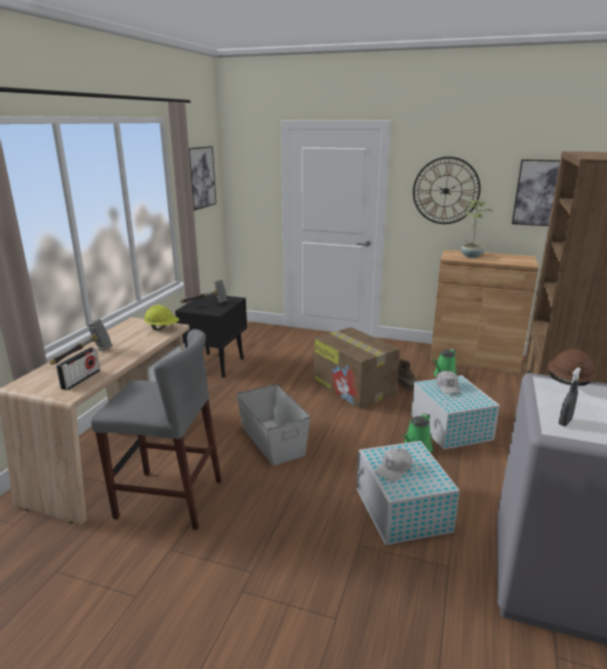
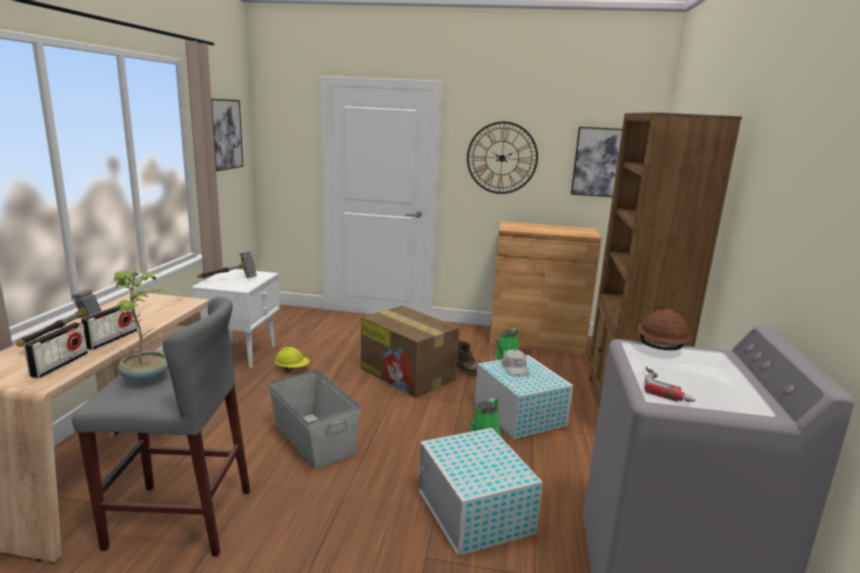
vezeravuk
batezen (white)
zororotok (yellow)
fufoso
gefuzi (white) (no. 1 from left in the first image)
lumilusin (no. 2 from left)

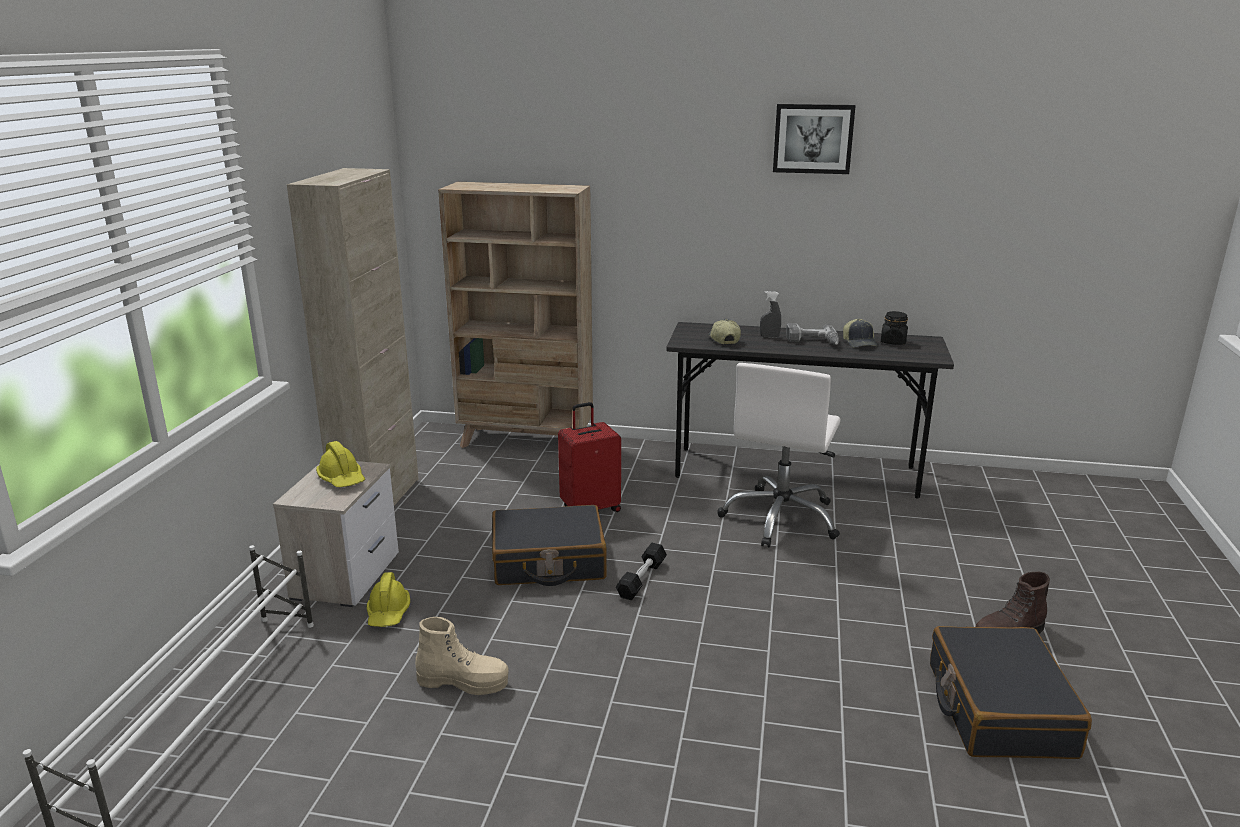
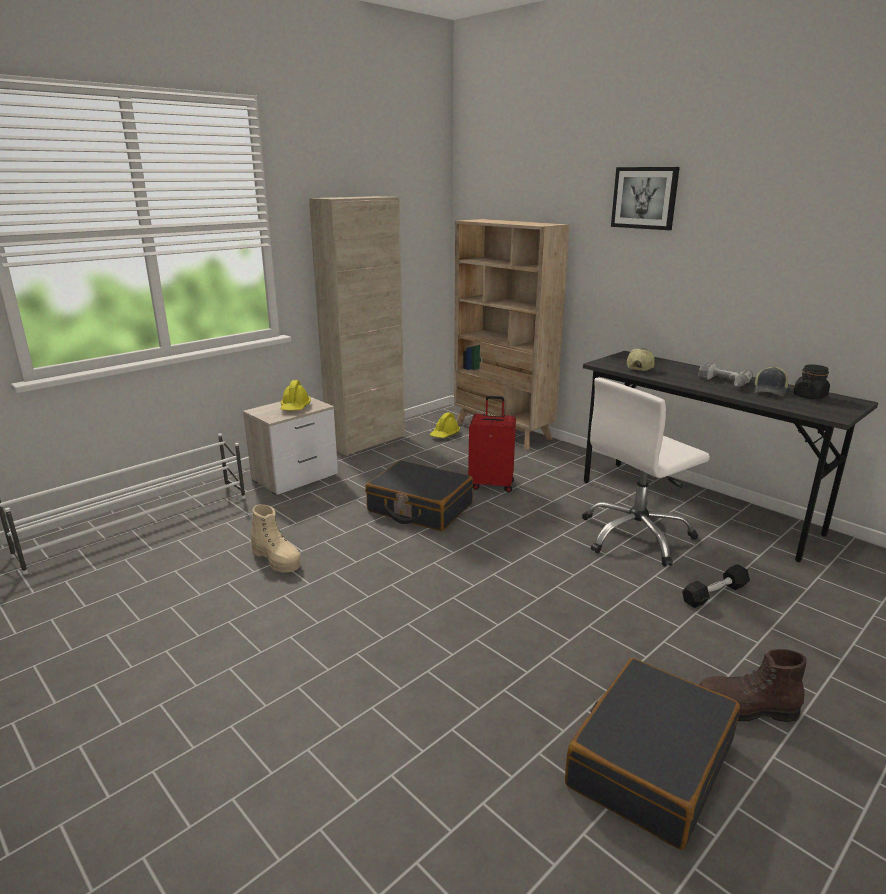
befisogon
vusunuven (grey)
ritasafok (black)
zororotok (yellow) (no. 2 from left)

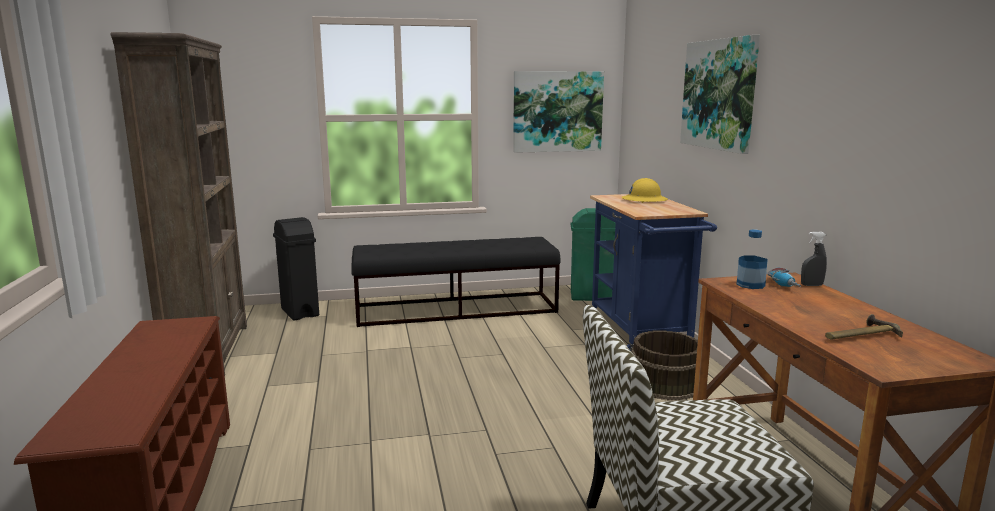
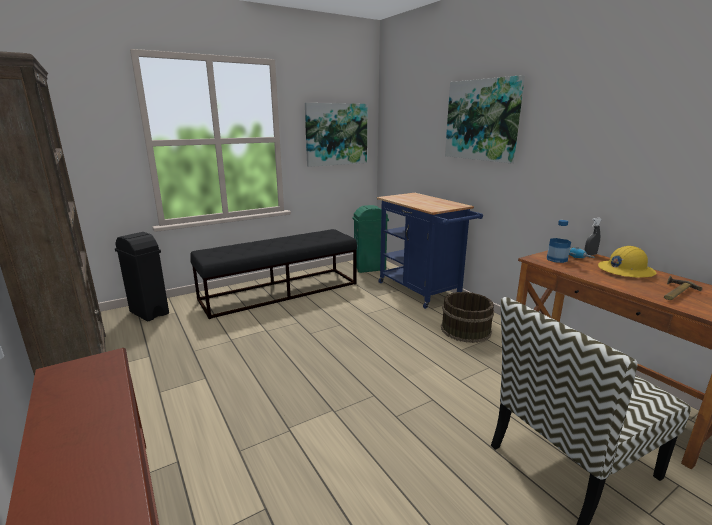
zororotok (yellow)

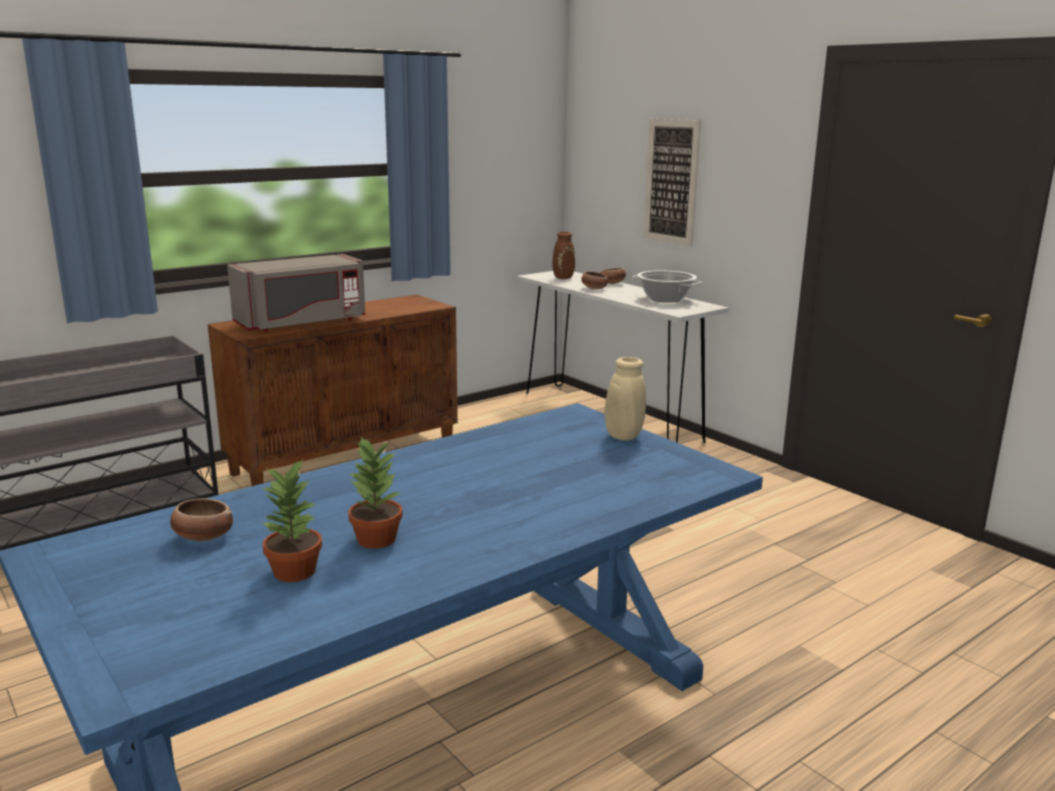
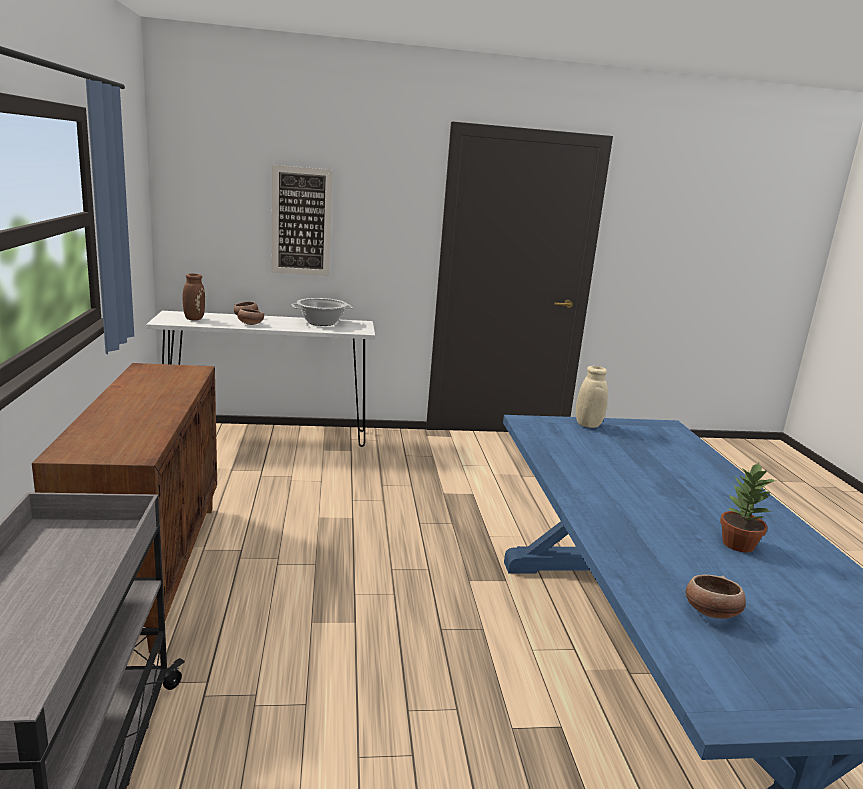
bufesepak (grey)
vezeravuk (no. 1 from left in the first image)

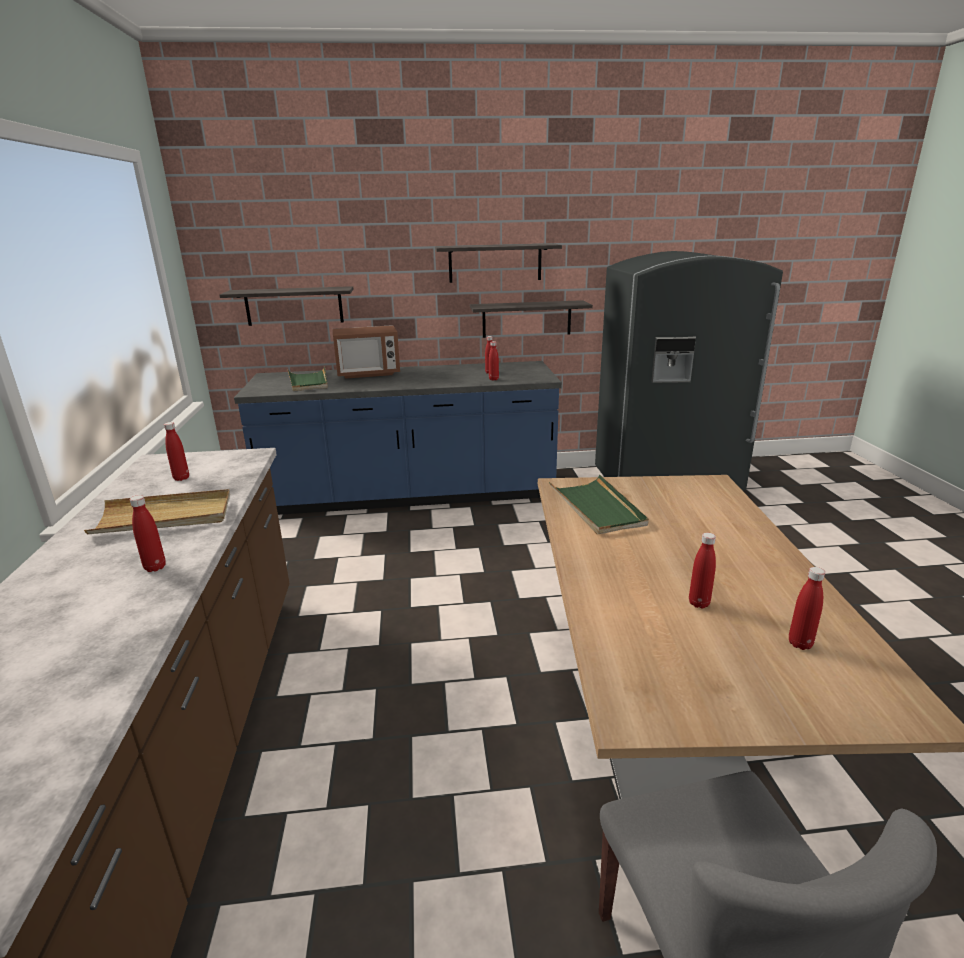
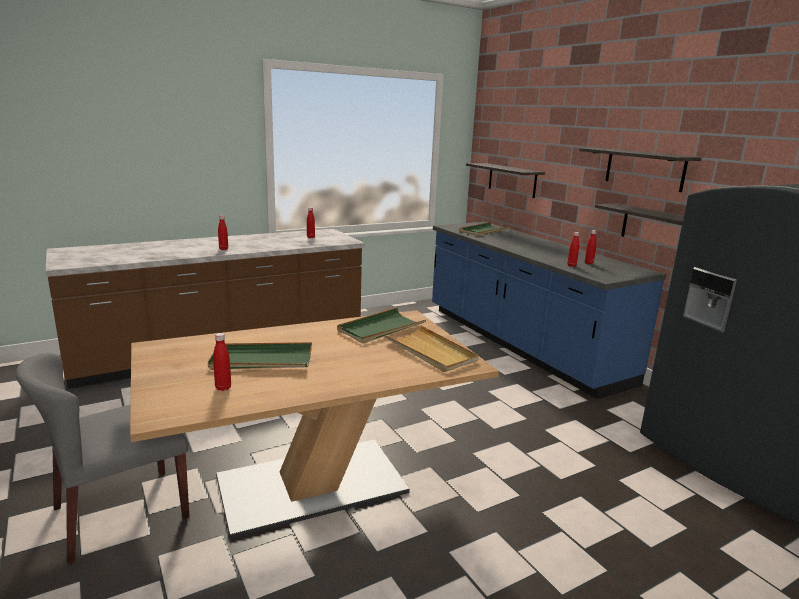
bufesepak
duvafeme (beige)
duvafeme (green) (no. 1 from left)

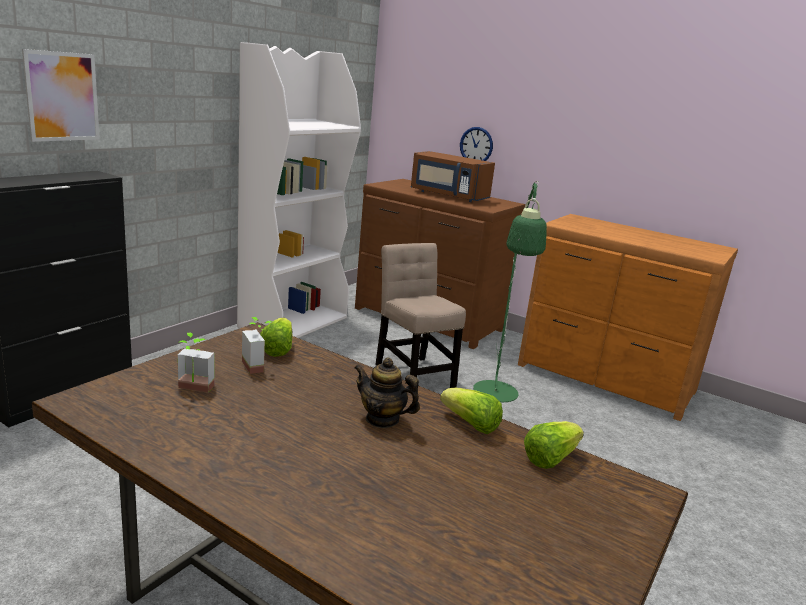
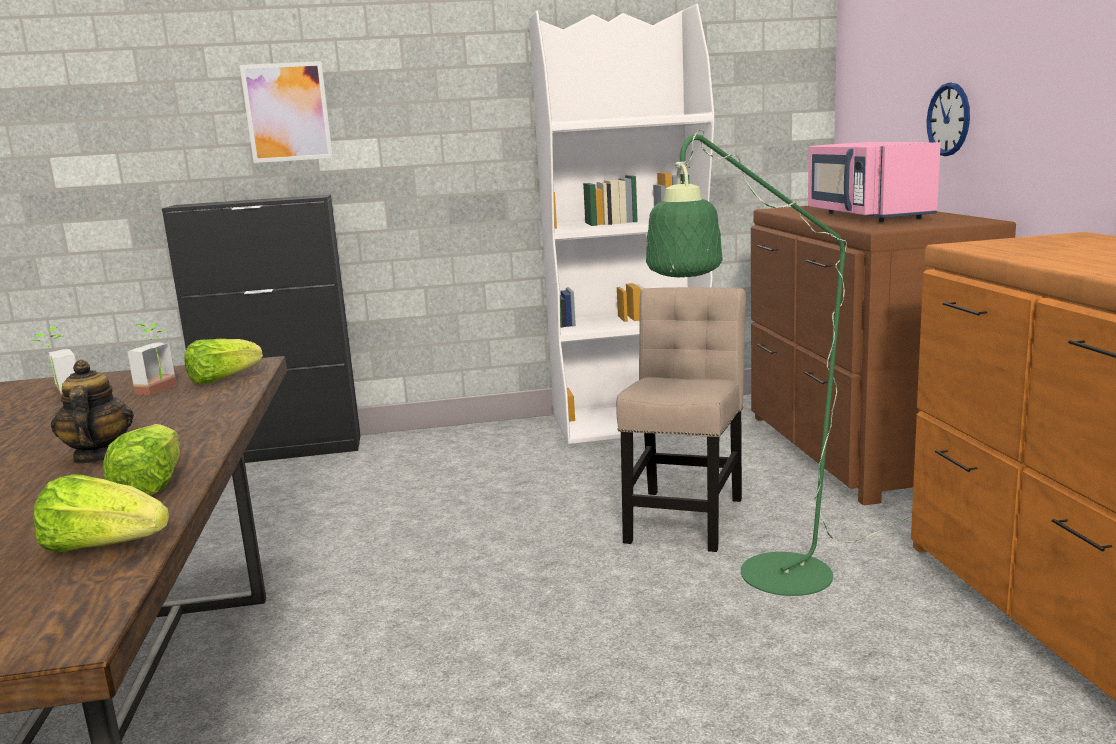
bufesepak (pink)

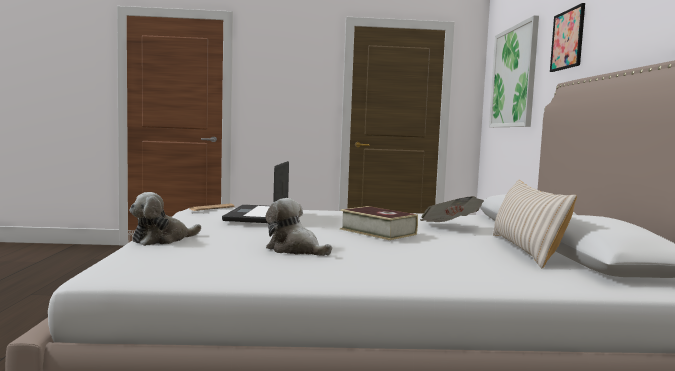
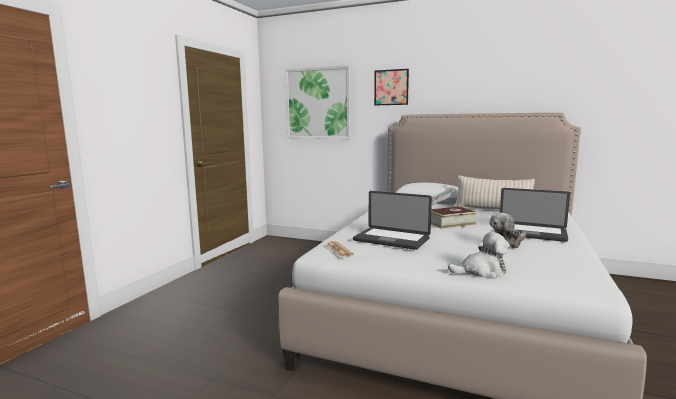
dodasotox (no. 1 from left)
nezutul (no. 2 from left)

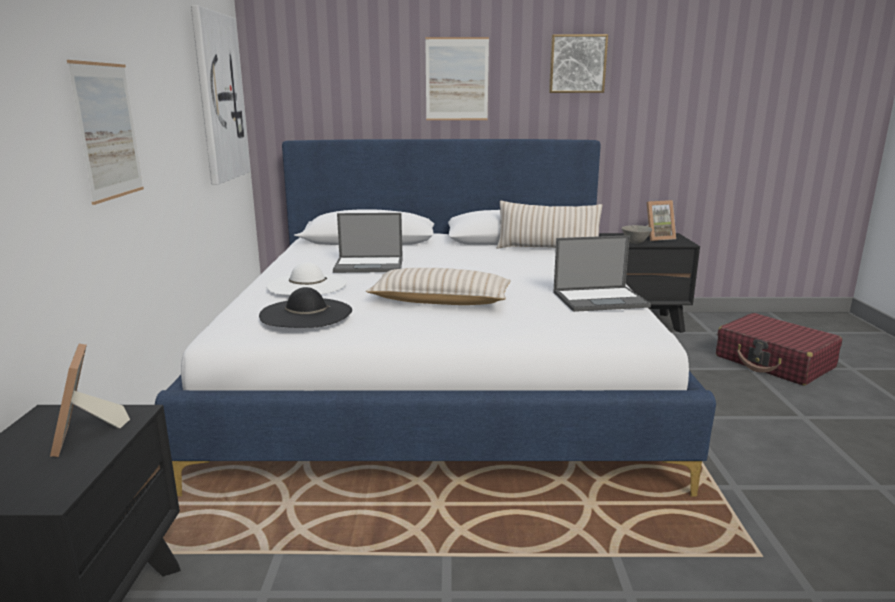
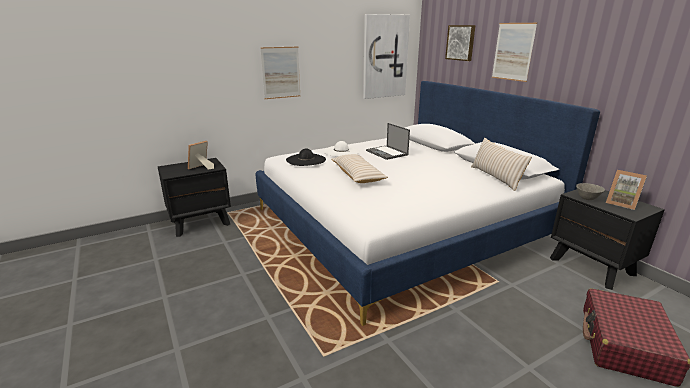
befisogon (no. 3 from left)
nezutul (no. 2 from left in the first image)

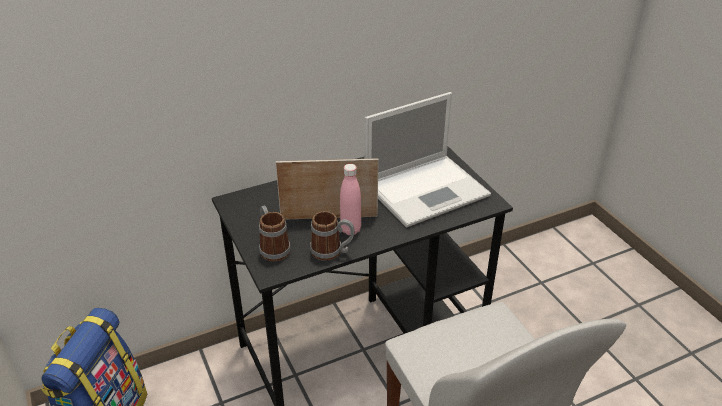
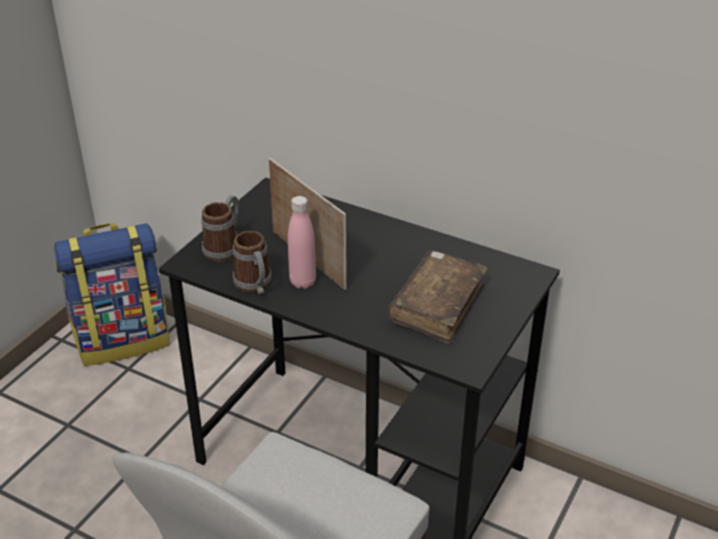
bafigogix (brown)

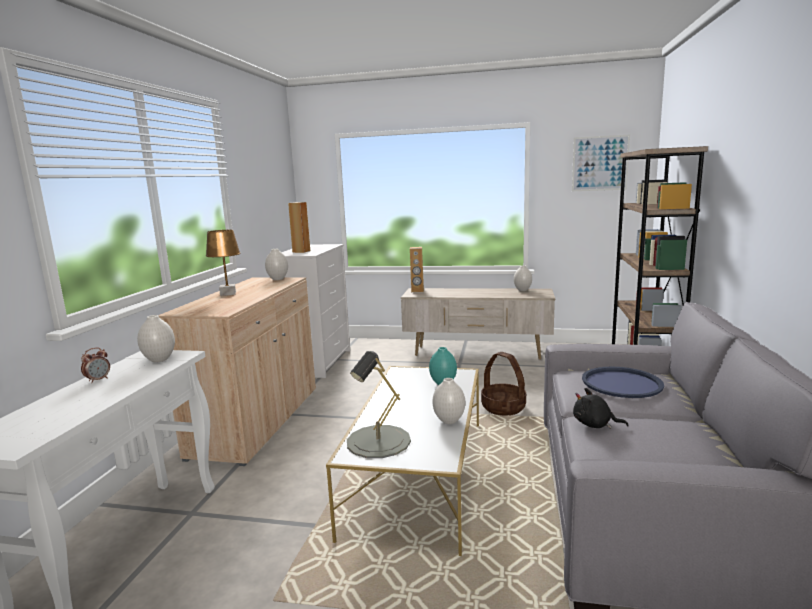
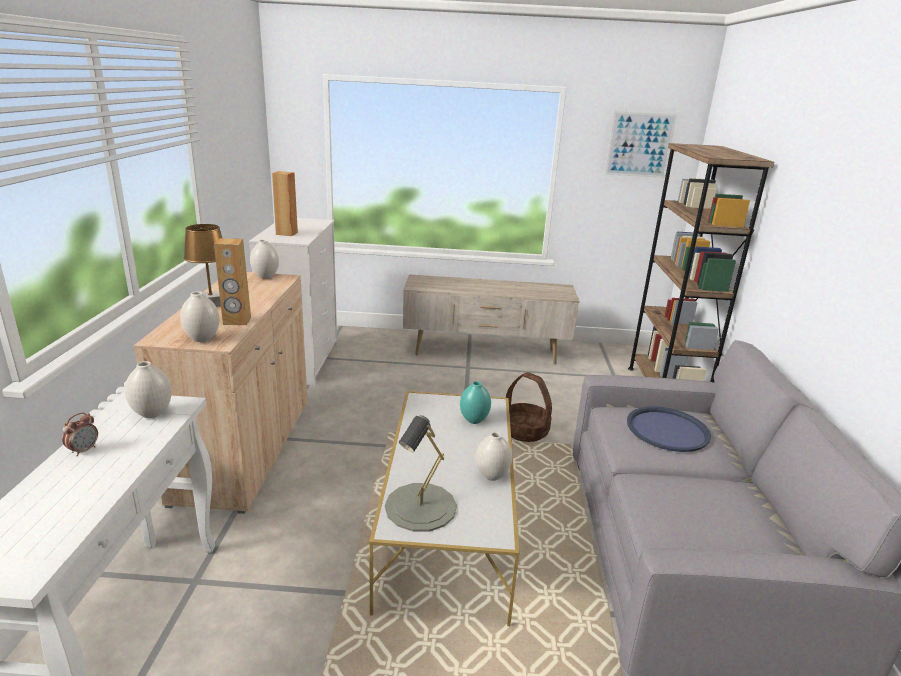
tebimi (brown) (no. 1 from left)
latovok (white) (no. 2 from left)
dodasotox (black)

